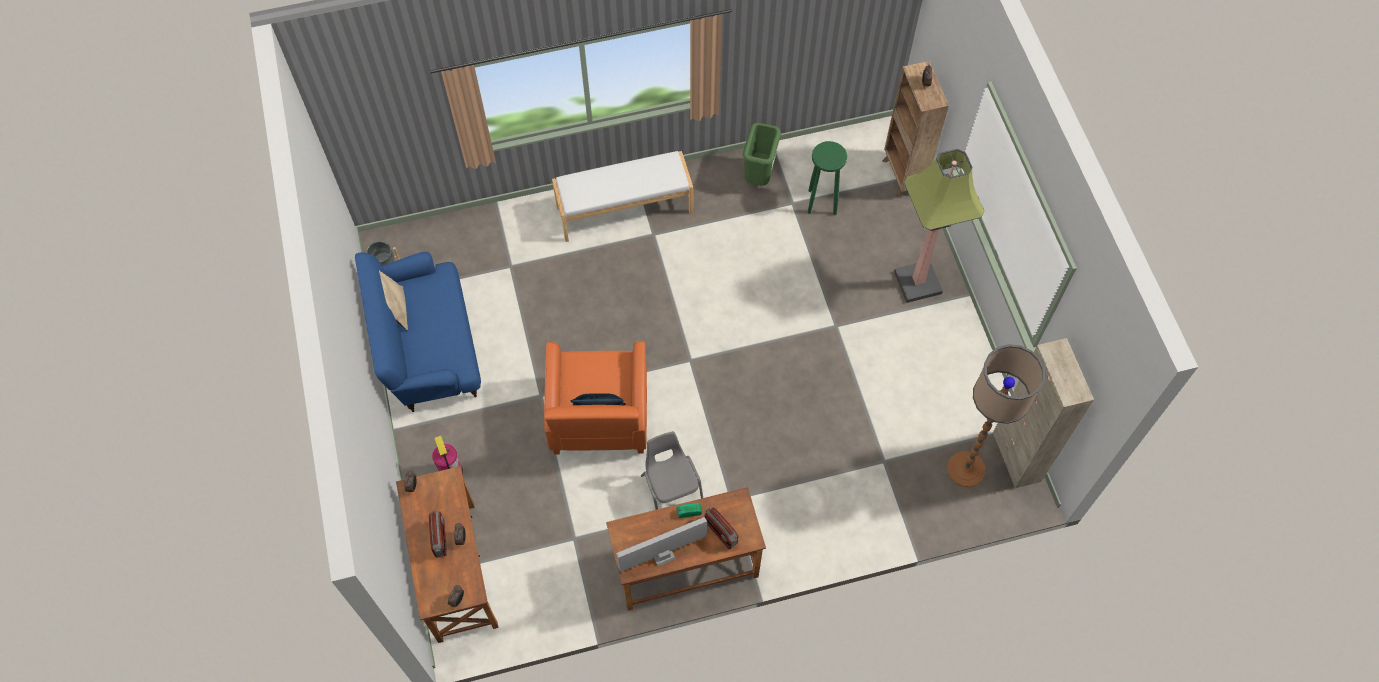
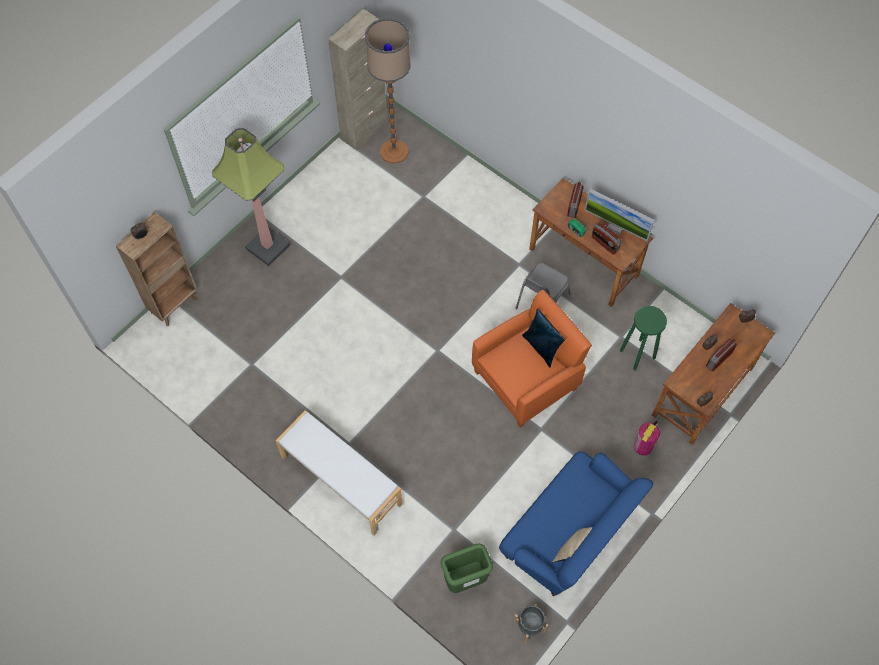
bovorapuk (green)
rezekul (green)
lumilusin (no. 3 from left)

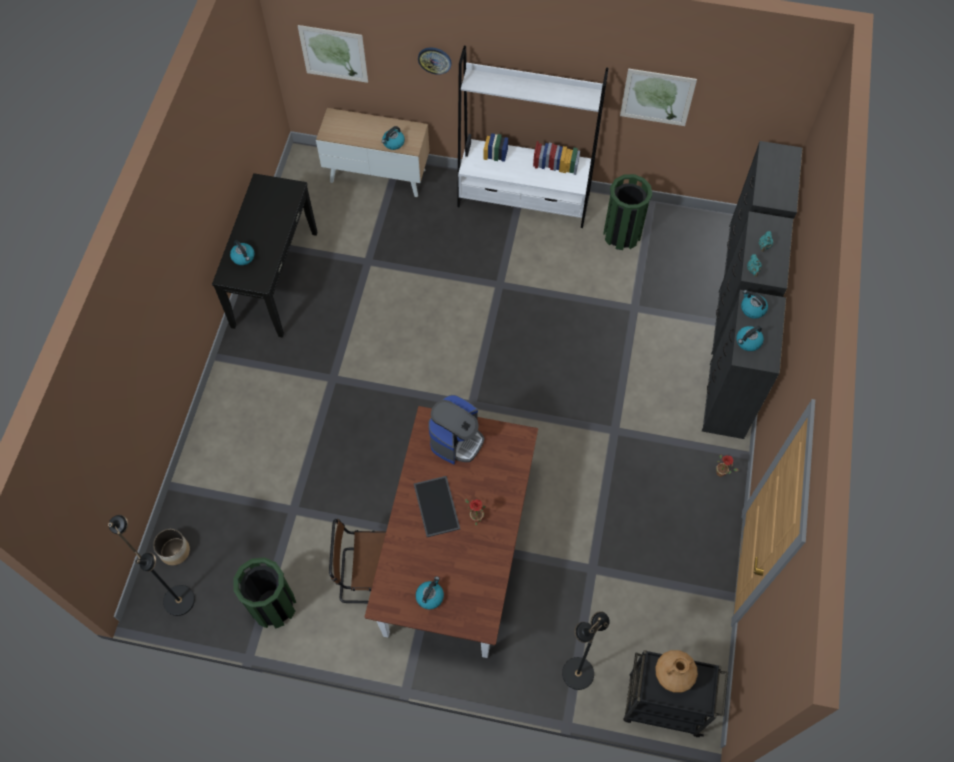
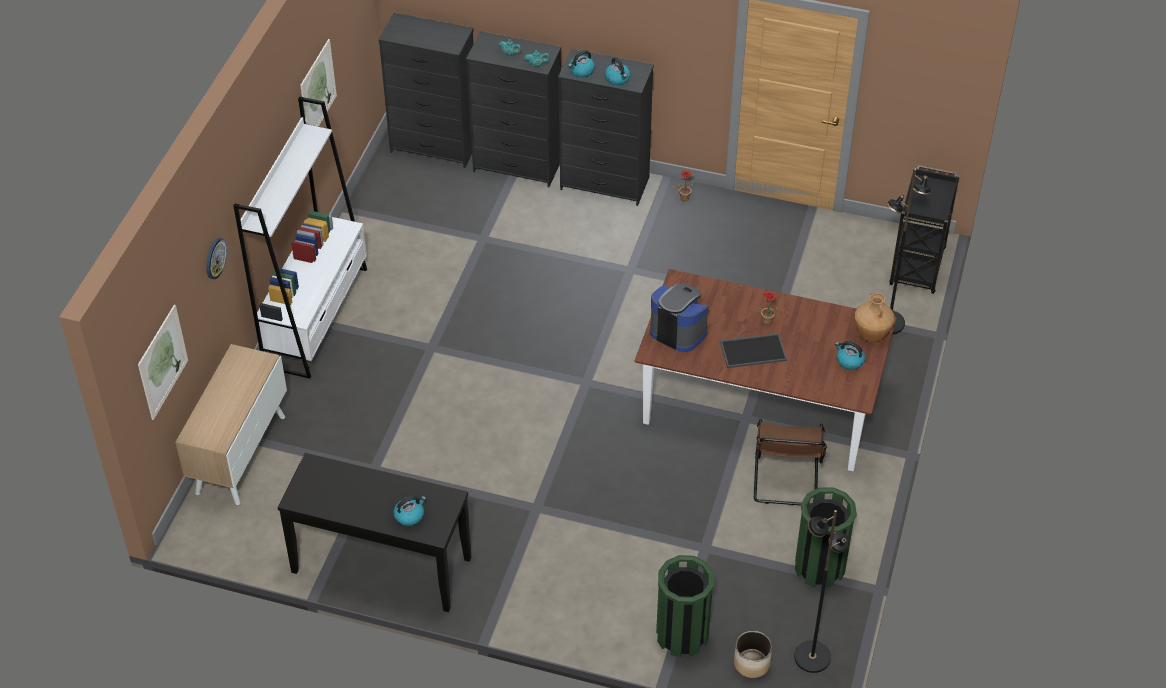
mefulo (no. 2 from left in the first image)
bovorapuk (green) (no. 1 from left)
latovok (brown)

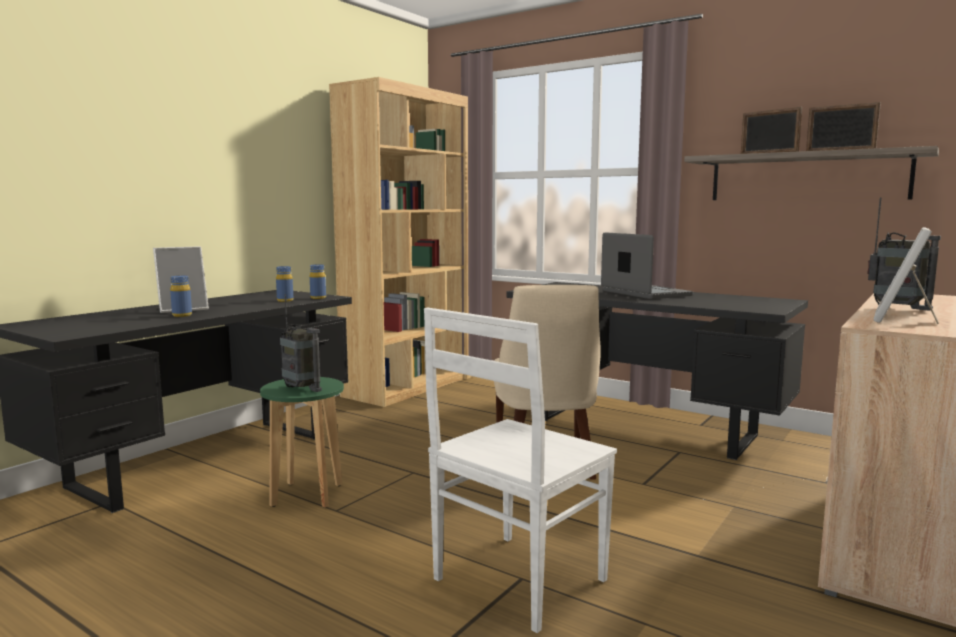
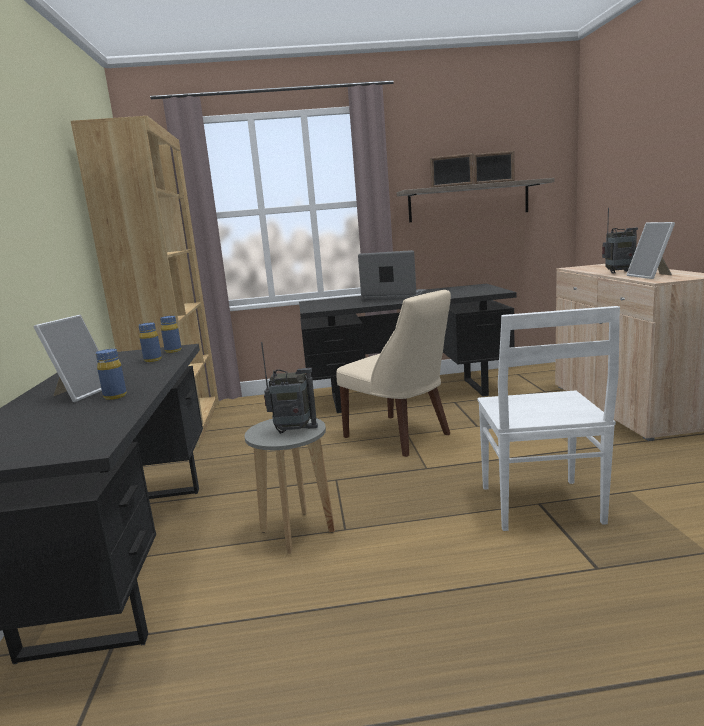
rezekul (grey)

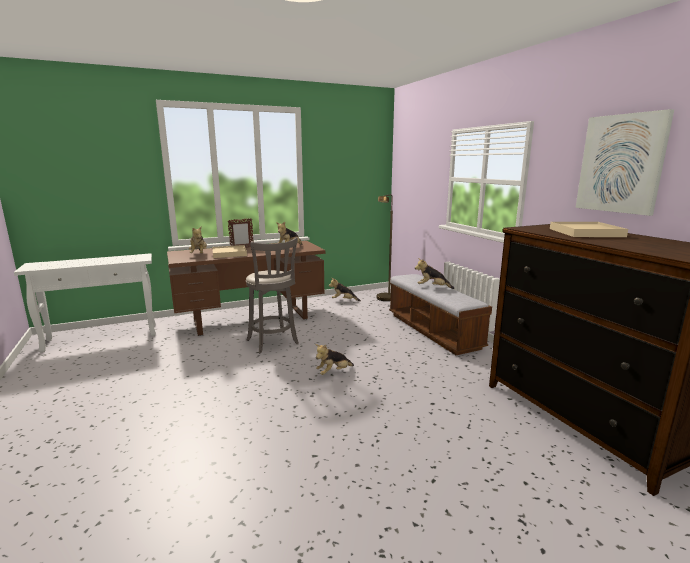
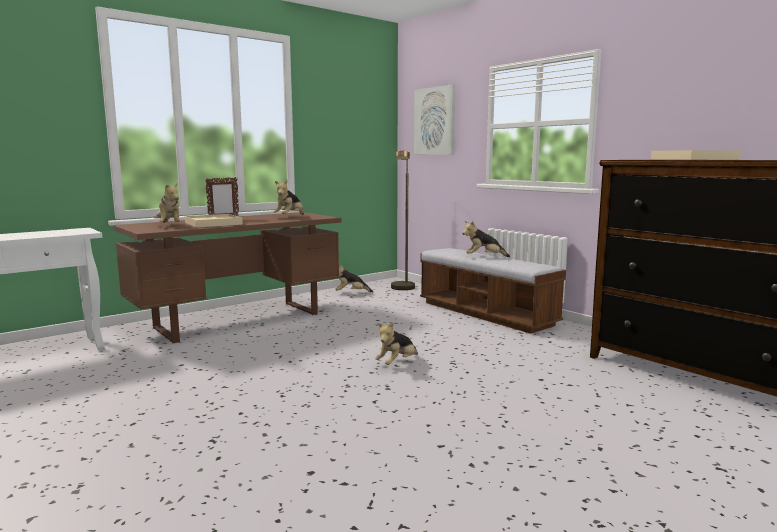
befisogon
rezekul (grey)

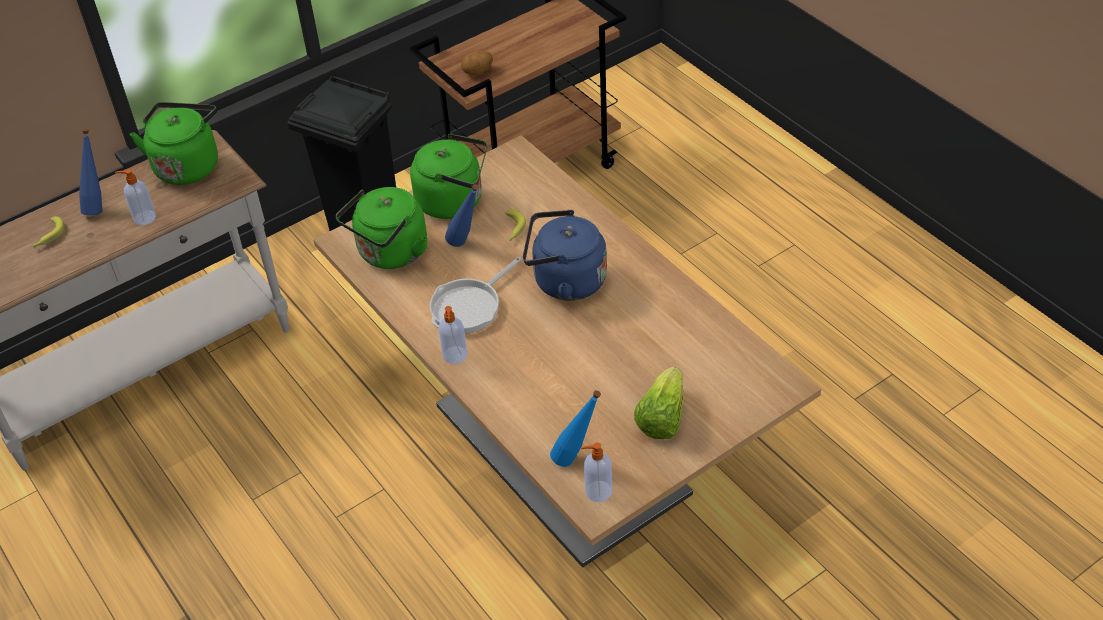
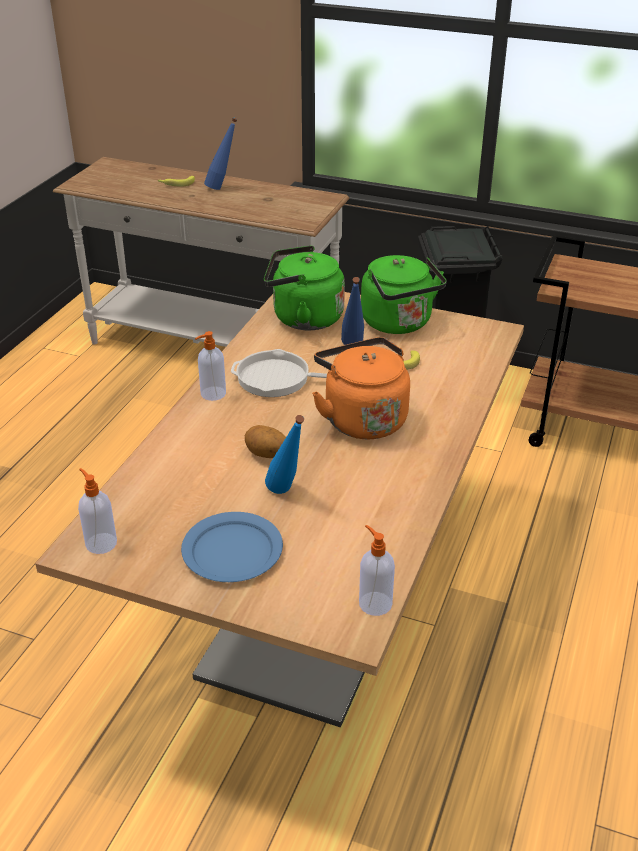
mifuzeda
mefulo (green) (no. 1 from left in the first image)
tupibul (no. 3 from left)
mefulo (orange)
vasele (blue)
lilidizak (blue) (no. 2 from left)

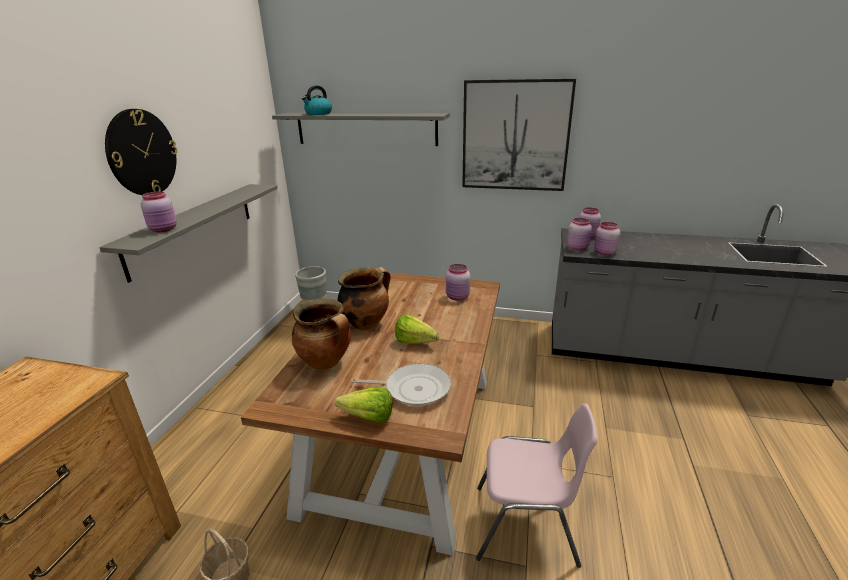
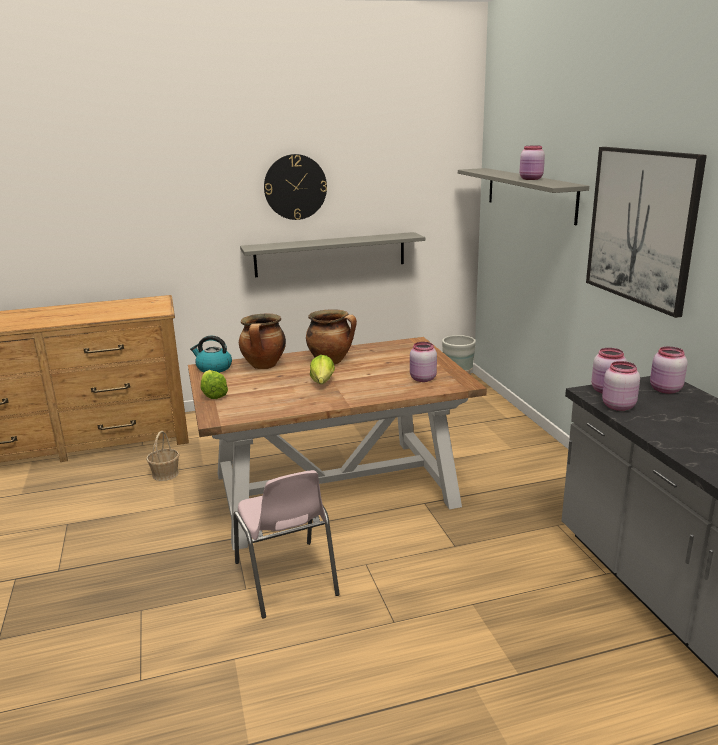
mefulo
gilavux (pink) (no. 2 from left)
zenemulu

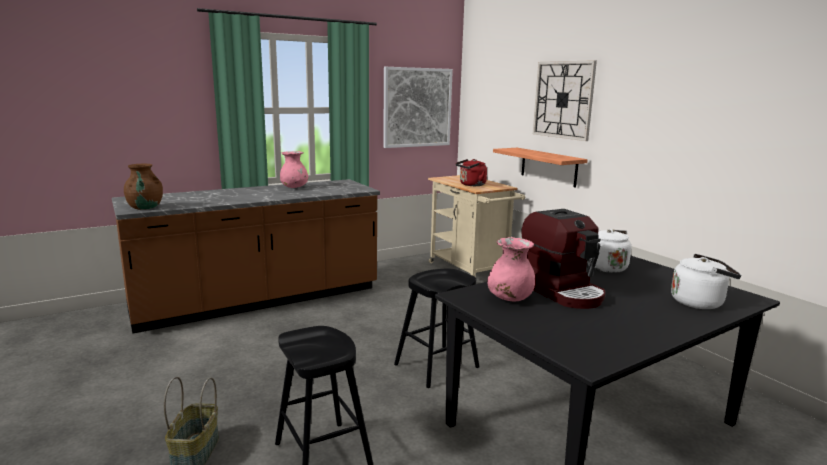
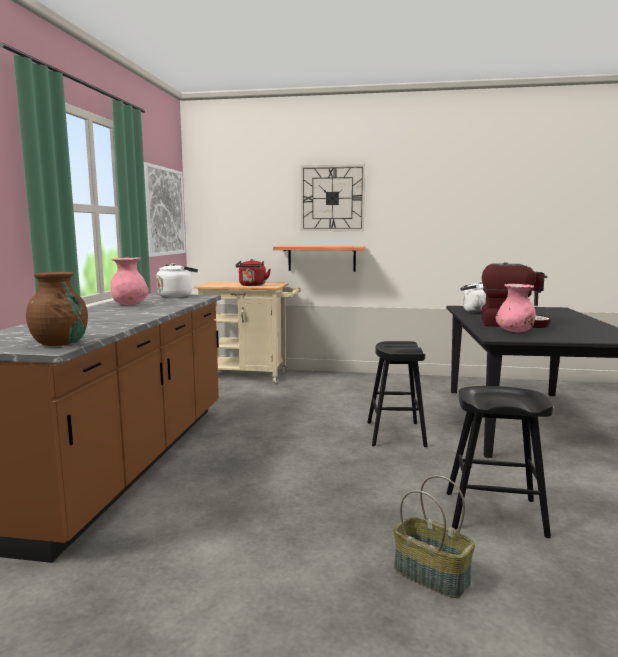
mefulo (white) (no. 1 from left)

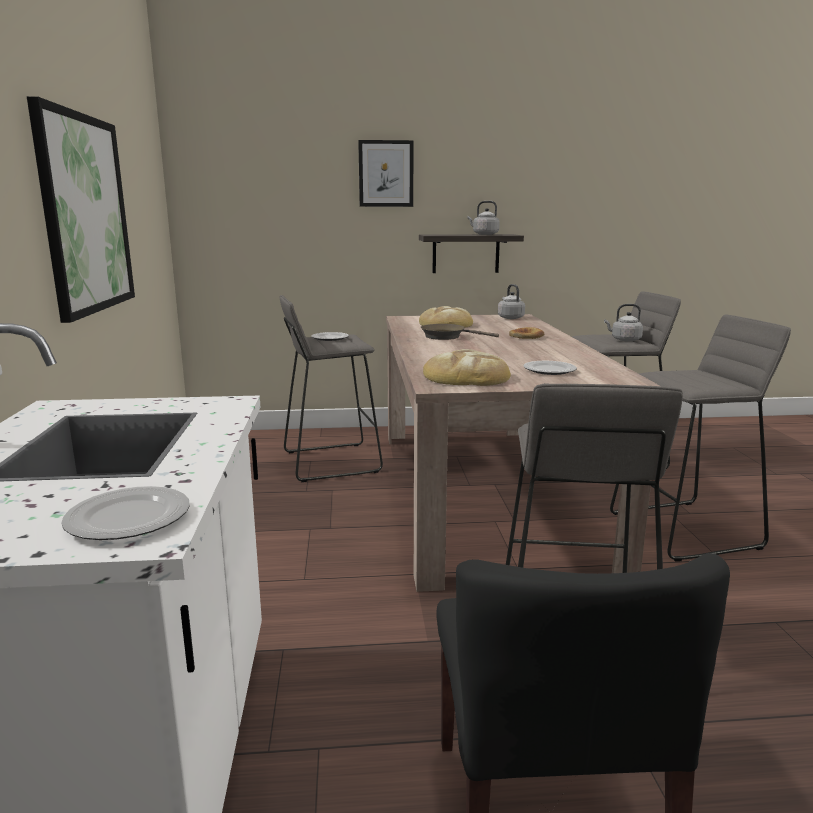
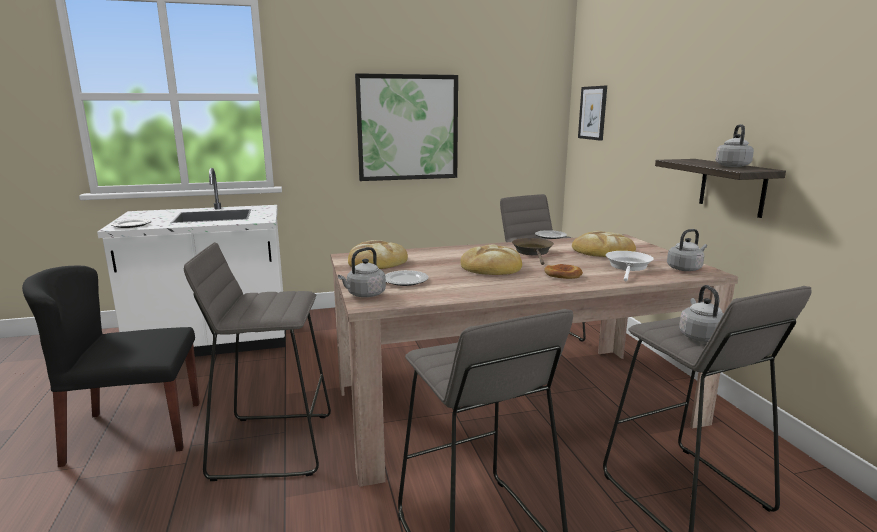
befisogon (no. 2 from left)
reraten (no. 2 from left)
mefulo (grey) (no. 1 from left)
zenemulu (white)

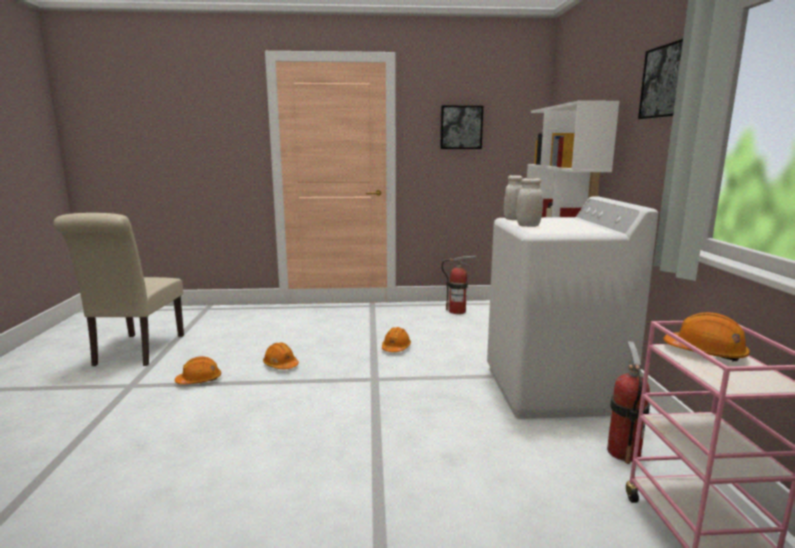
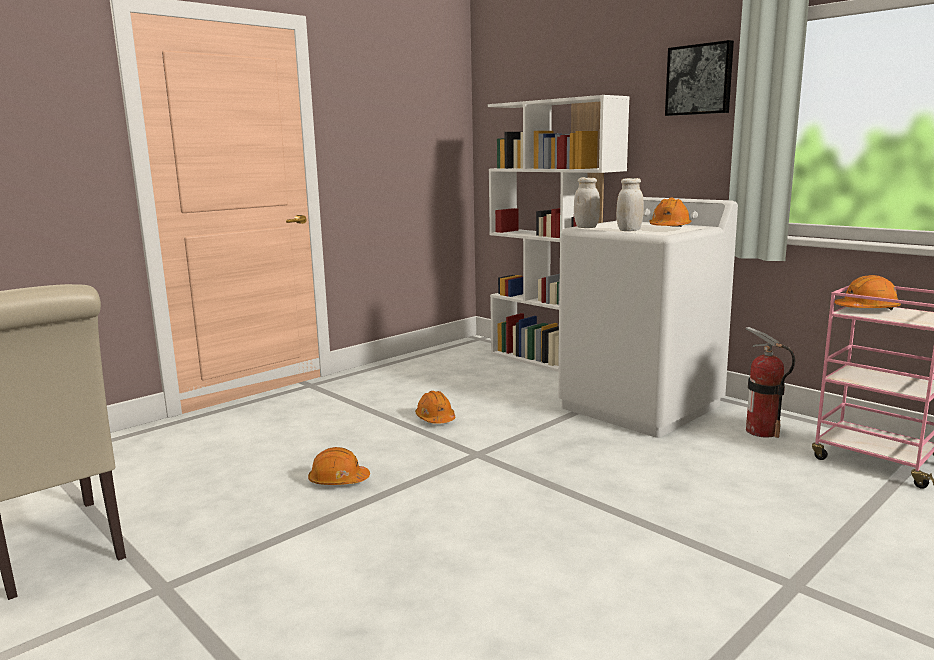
befisogon (no. 1 from left in the first image)
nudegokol (no. 1 from left in the first image)
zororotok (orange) (no. 3 from left)

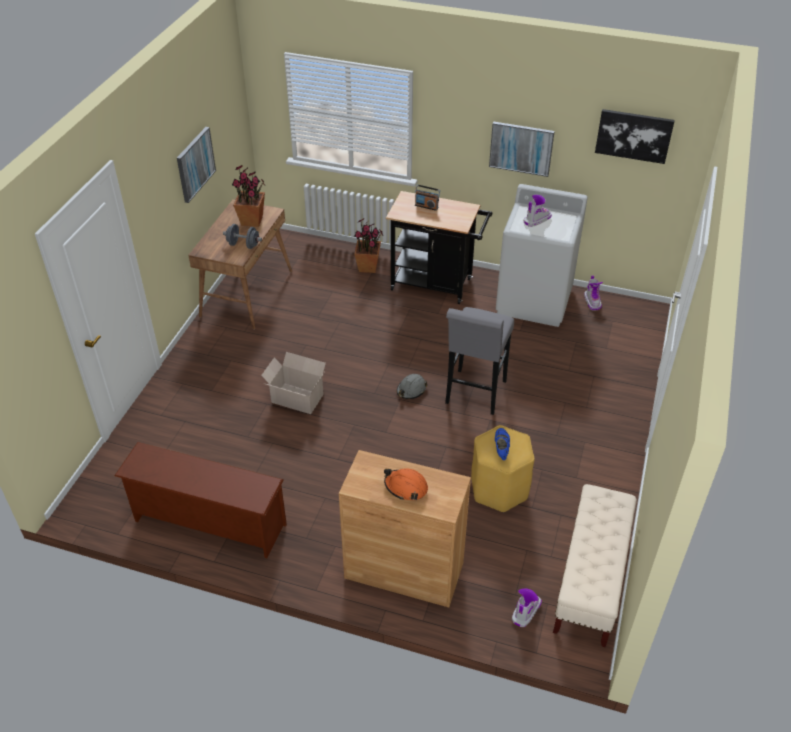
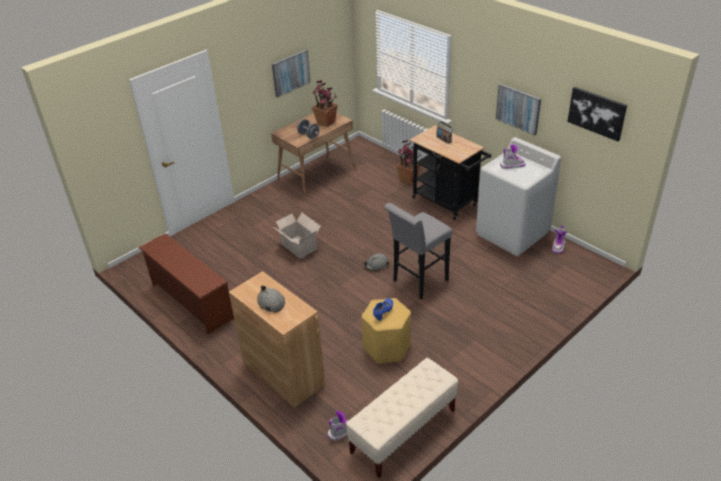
zororotok (grey) (no. 1 from left)

